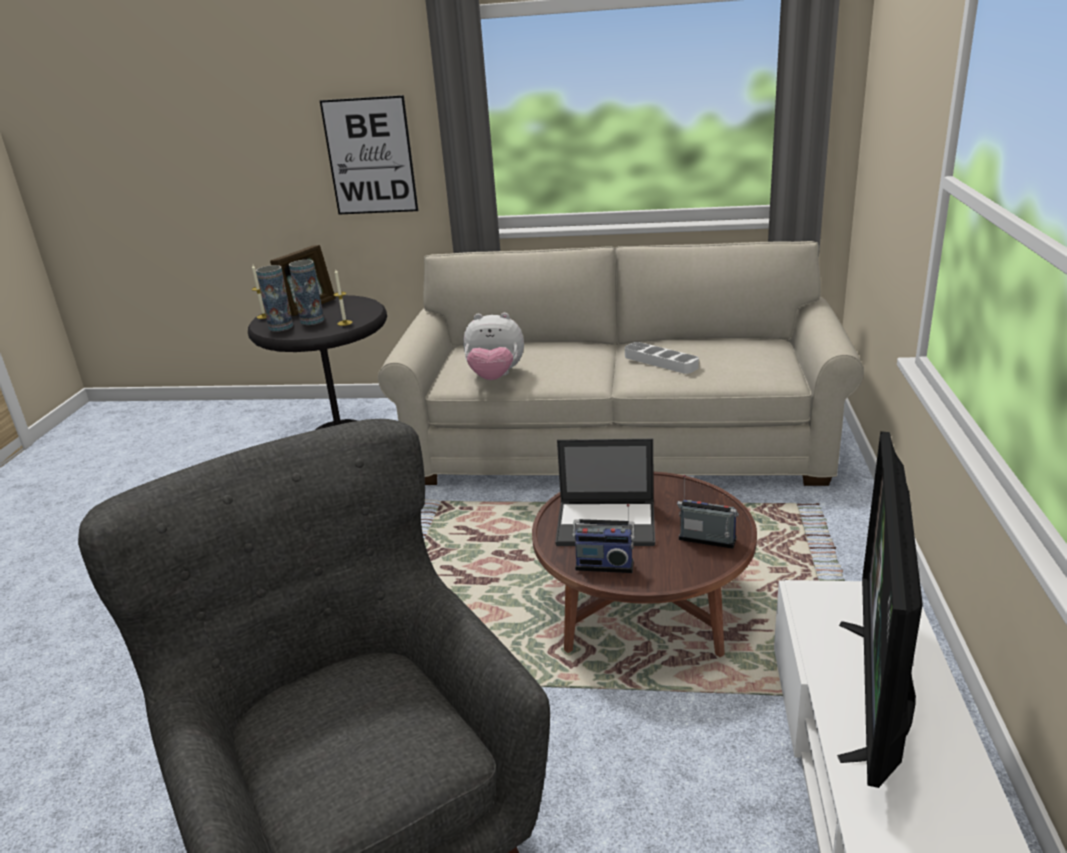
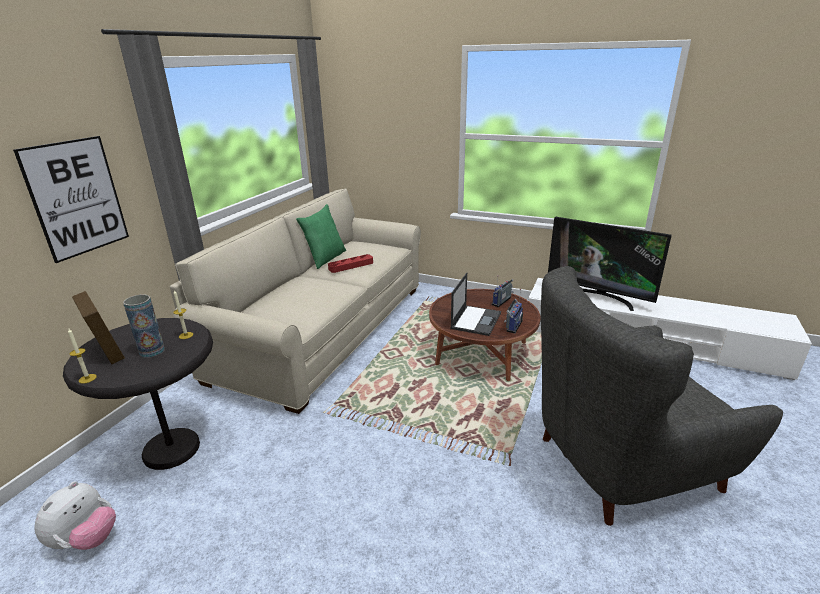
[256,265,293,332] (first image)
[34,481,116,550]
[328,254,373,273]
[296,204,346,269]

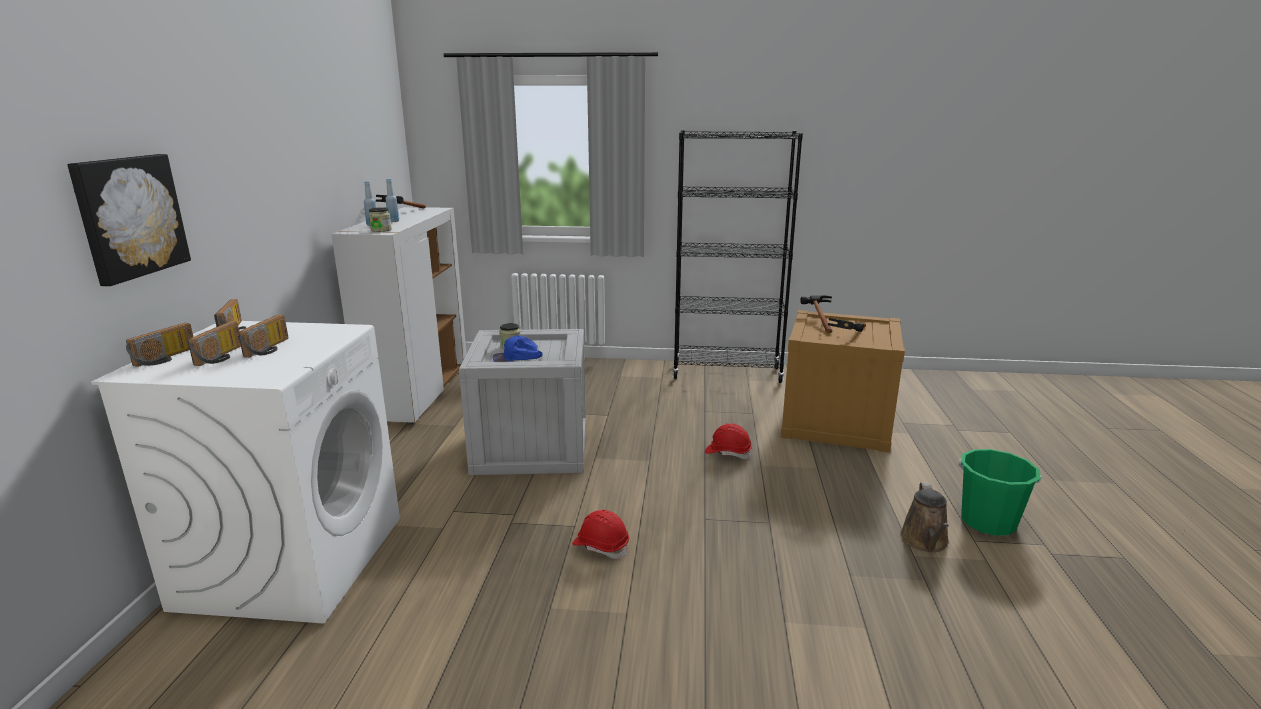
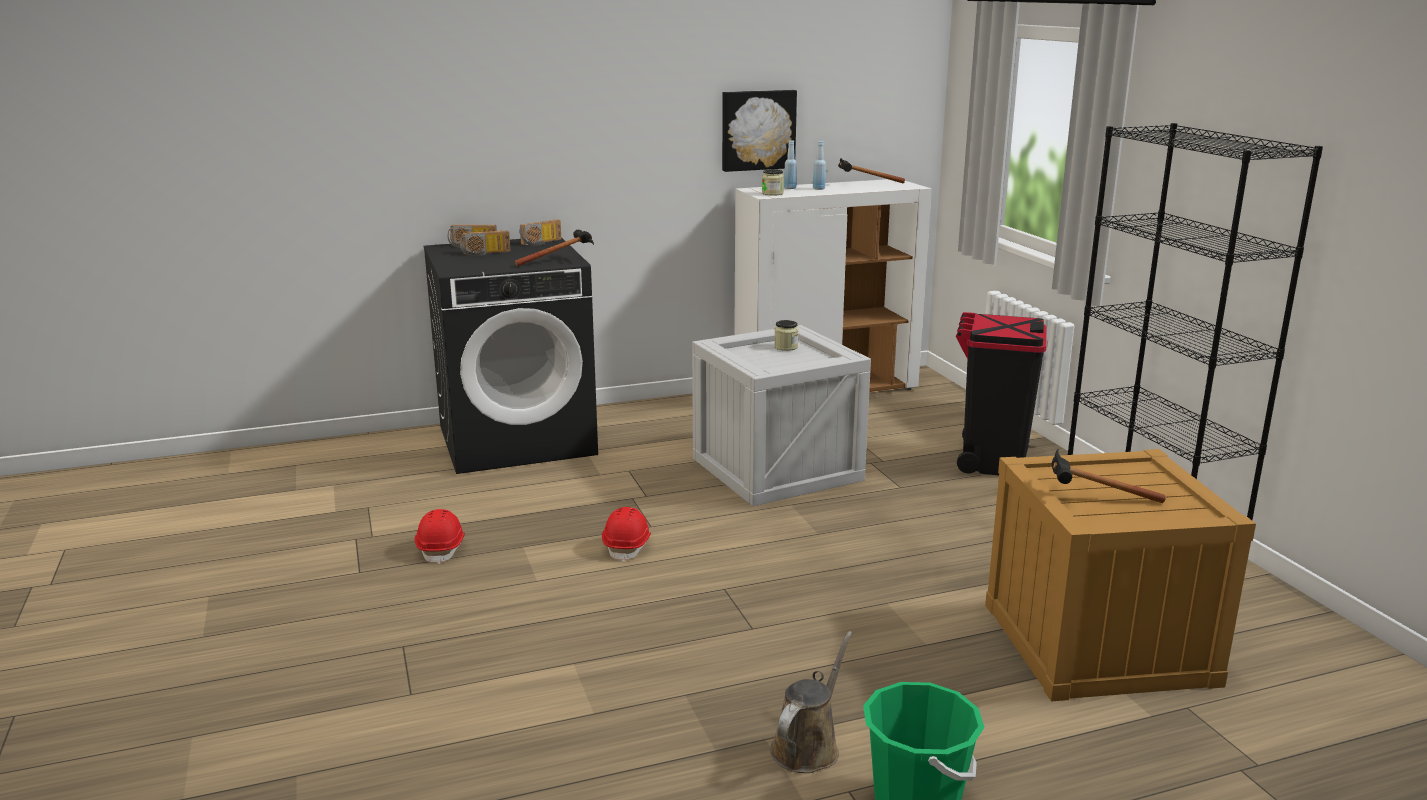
[722,90,797,172]
[424,237,598,474]
[238,314,289,357] (first image)
[492,335,543,362] (first image)
[415,509,465,564]
[515,230,594,266]
[770,631,852,773]
[956,312,1047,476]

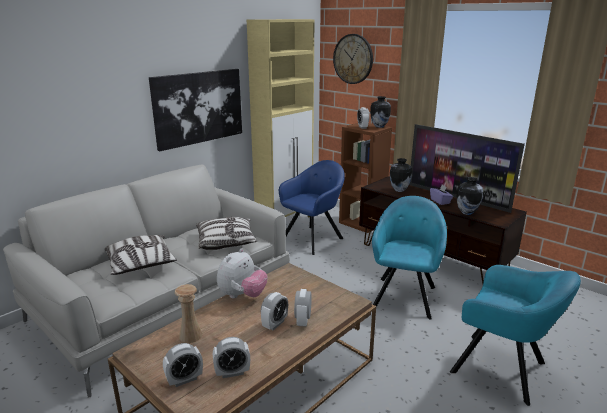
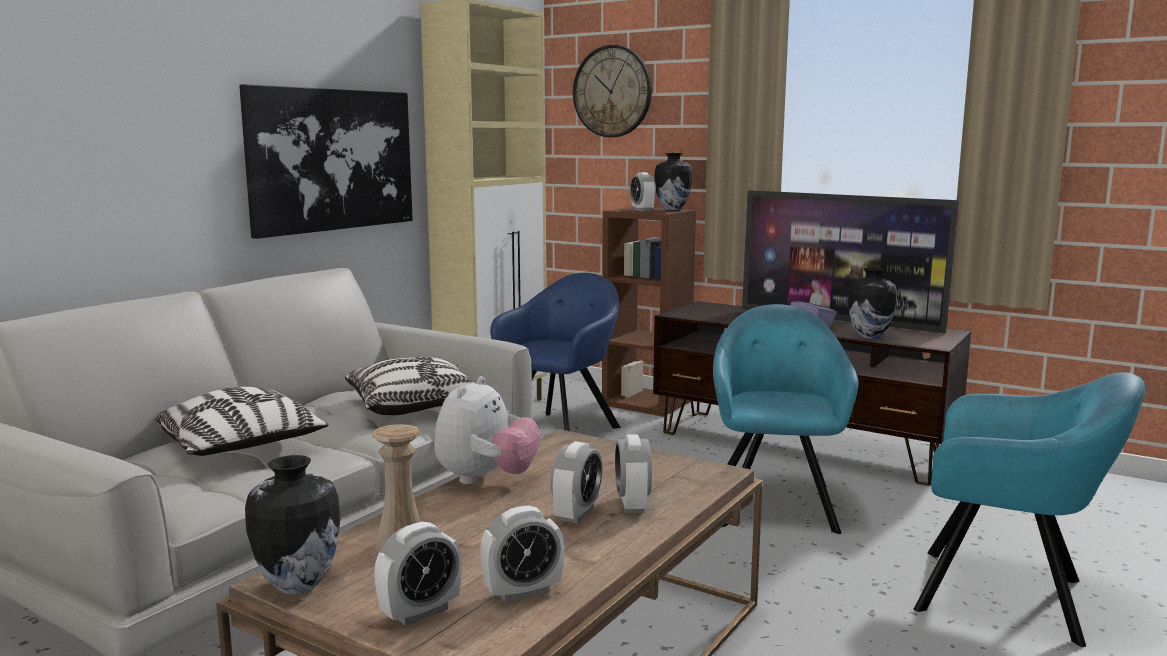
[245,455,340,595]

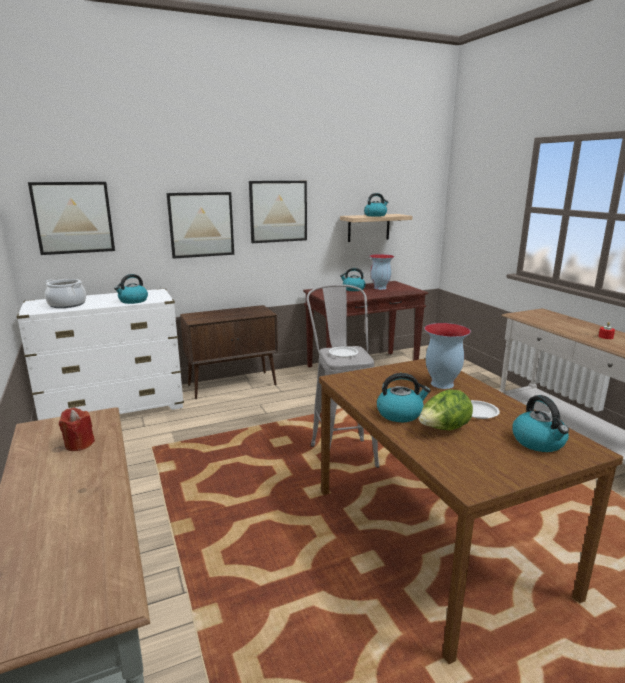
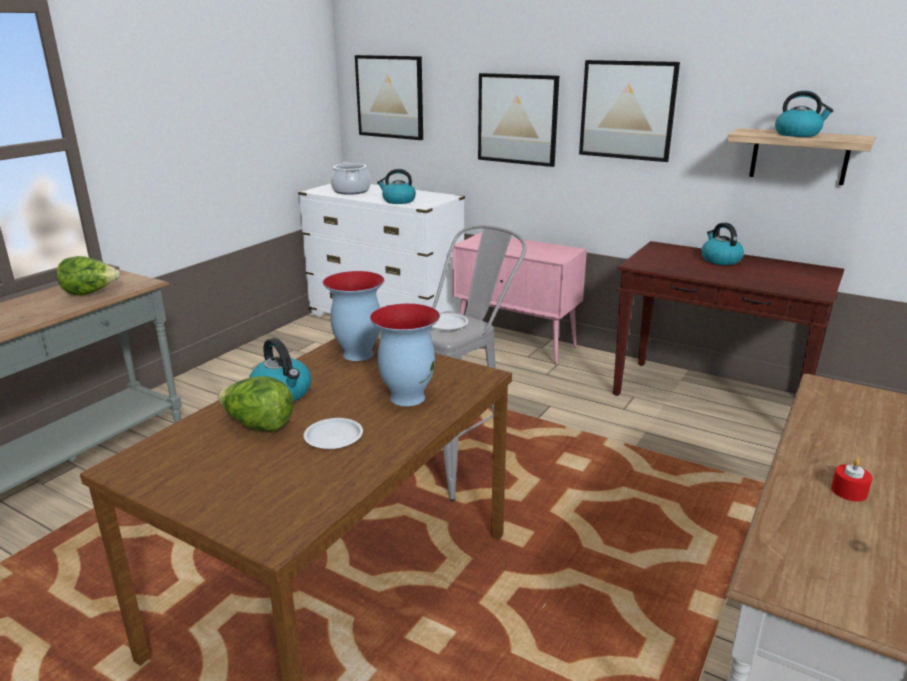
[57,256,120,295]
[452,233,587,366]
[322,271,385,361]
[512,395,569,452] (first image)

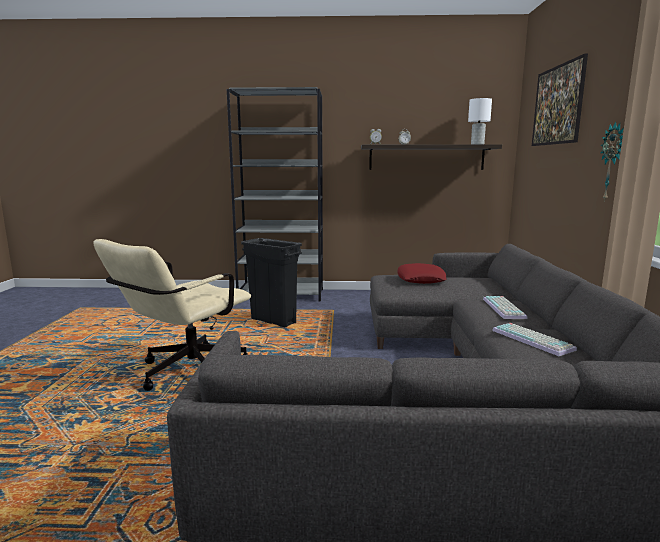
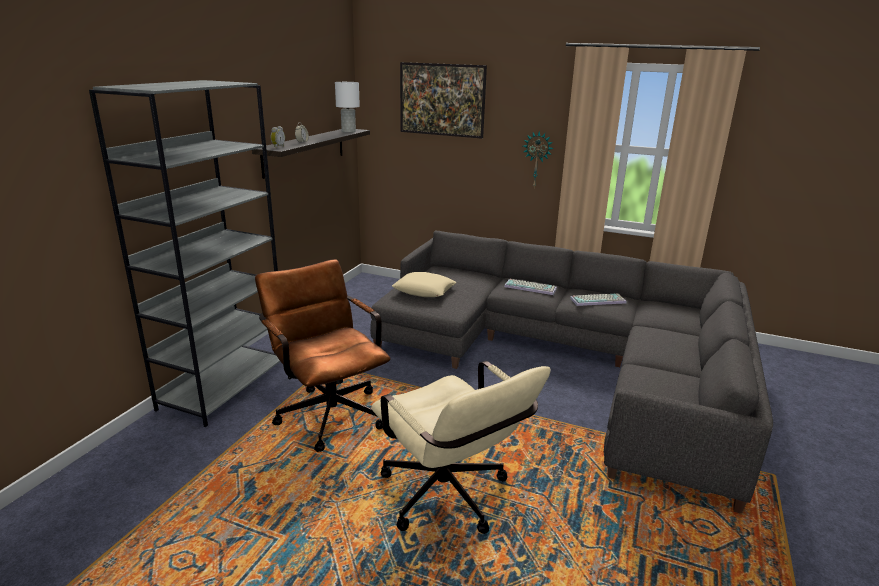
[255,259,391,452]
[392,272,456,297]

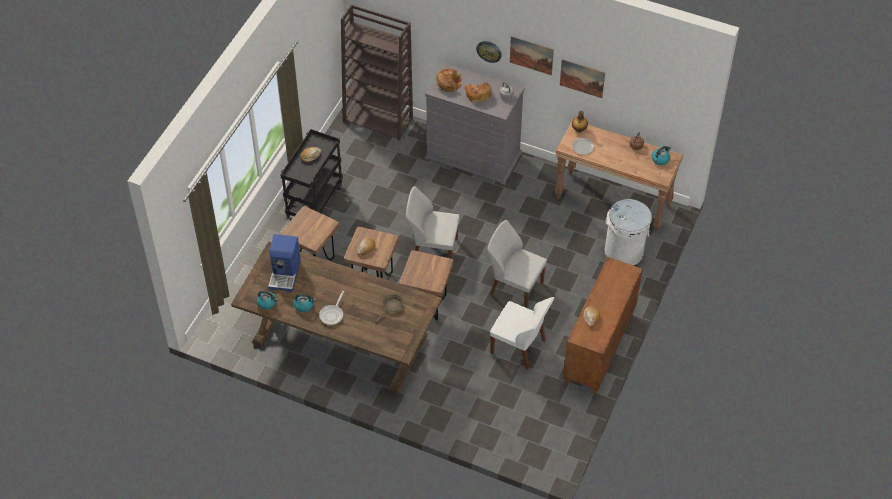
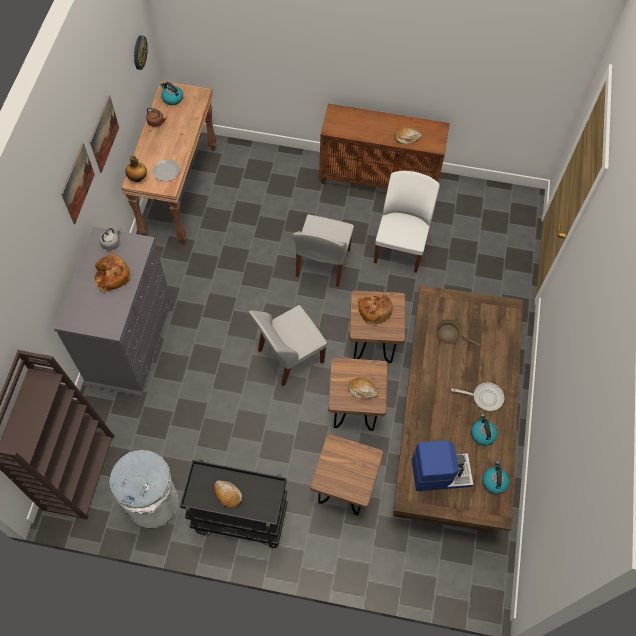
[249,305,327,386]
[357,294,393,324]
[134,35,148,70]
[109,450,179,529]

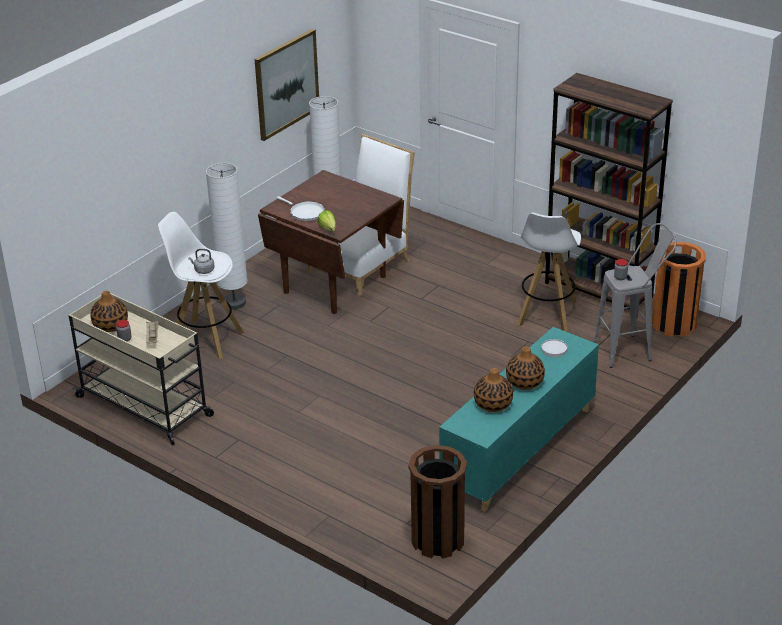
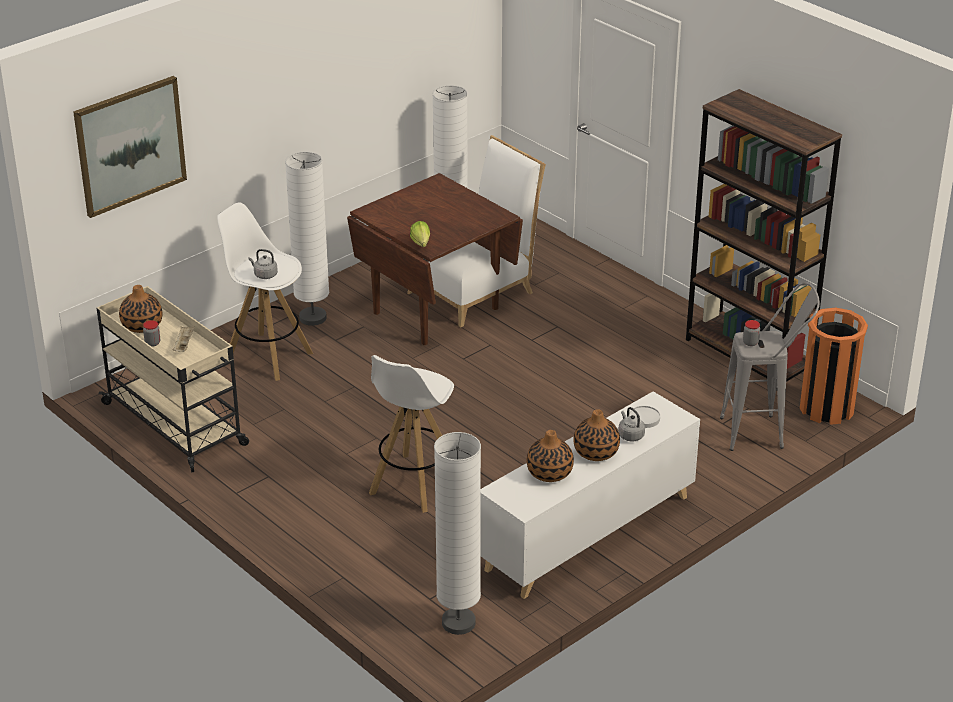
[73,76,187,218]
[277,196,325,221] (first image)
[434,432,481,635]
[480,391,700,599]
[369,355,454,513]
[618,407,645,442]

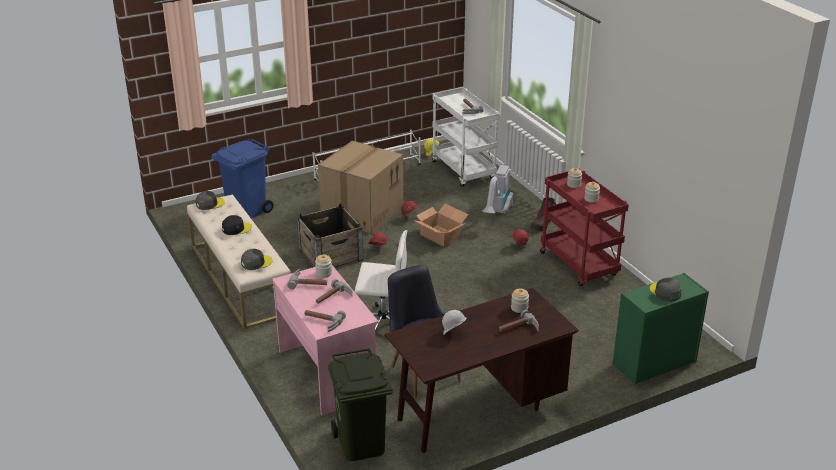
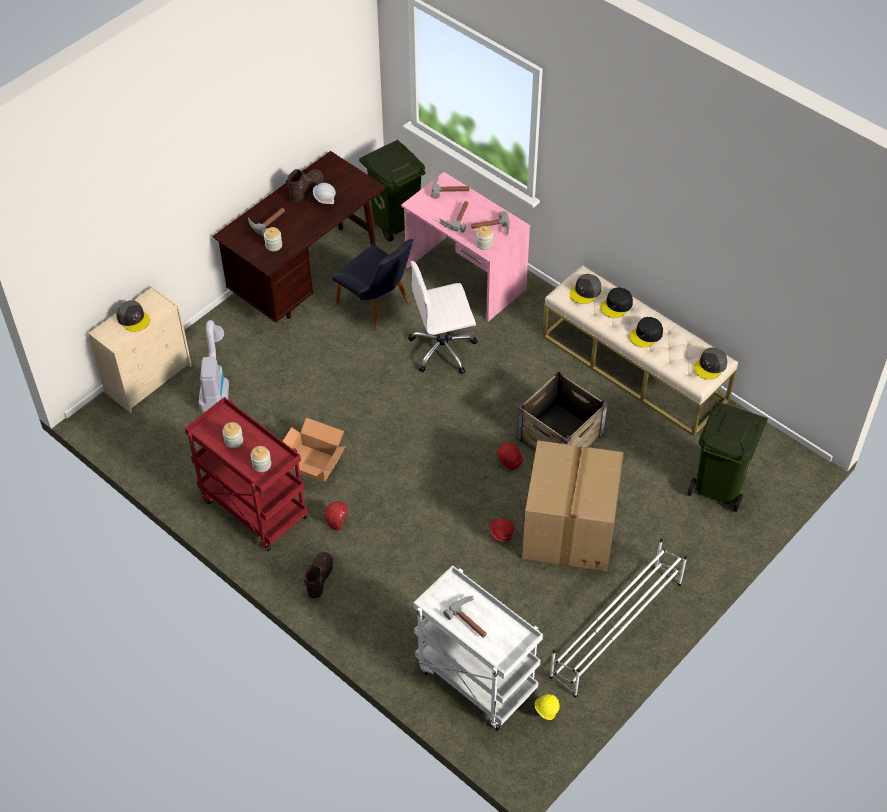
[687,401,768,512]
[283,418,345,483]
[199,320,229,412]
[88,286,192,413]
[286,169,324,202]
[601,287,633,318]

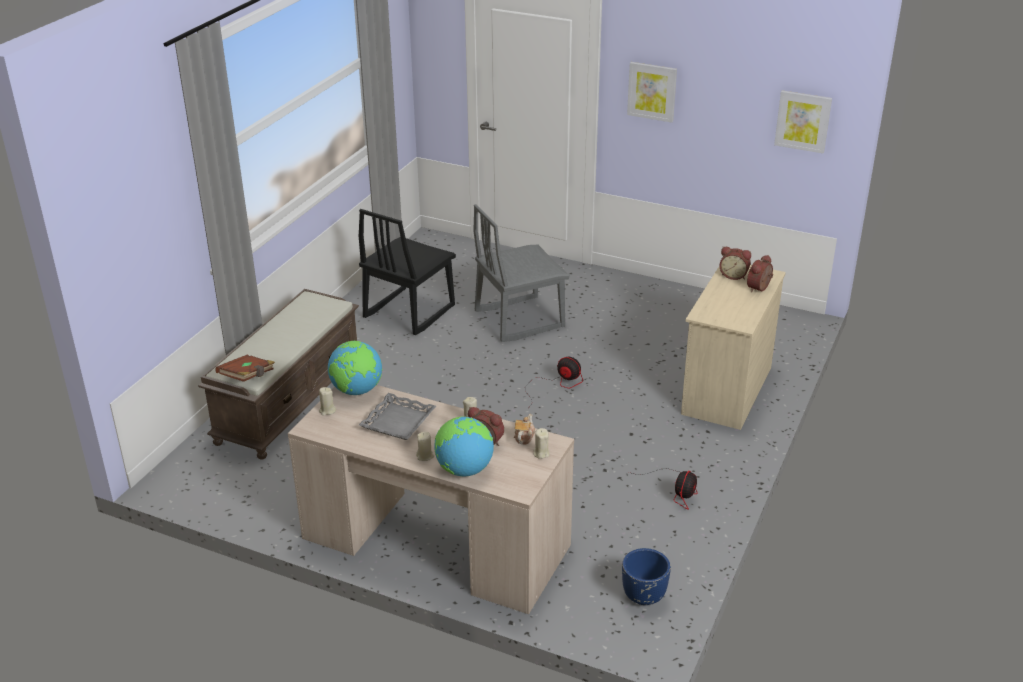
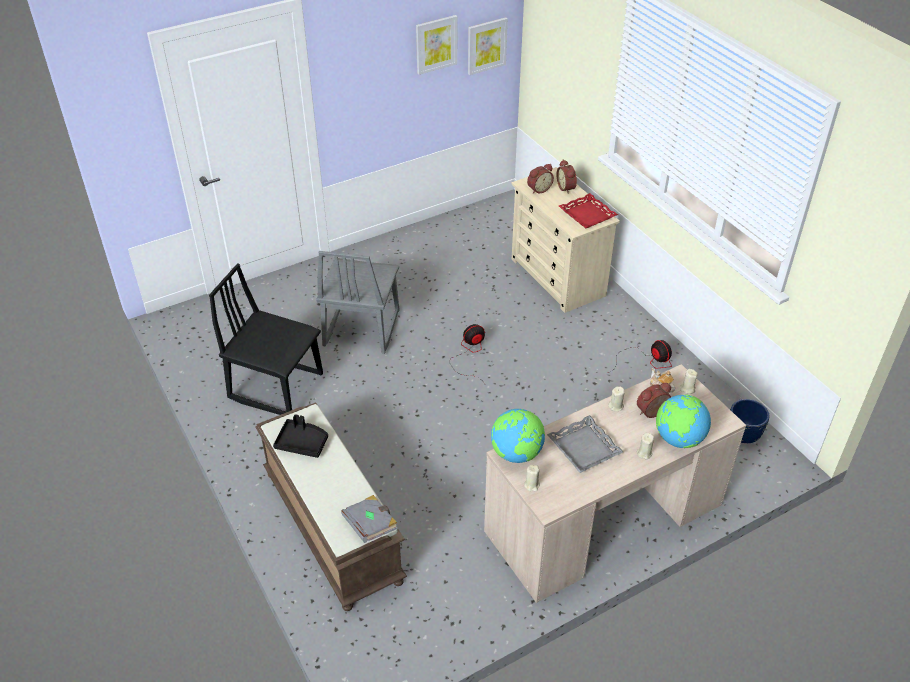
[341,495,398,543]
[209,263,323,415]
[416,15,457,75]
[273,414,328,458]
[559,193,618,228]

